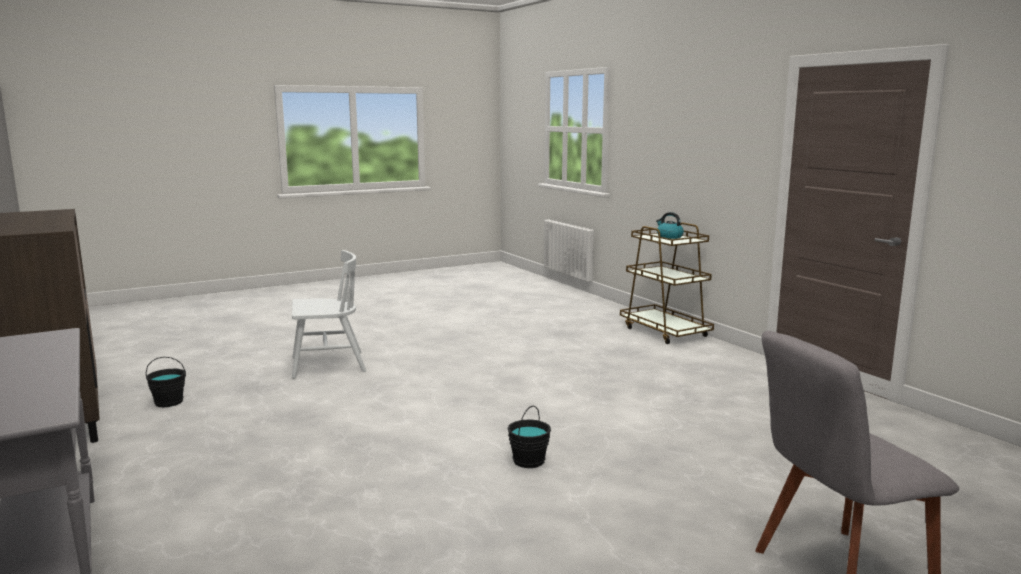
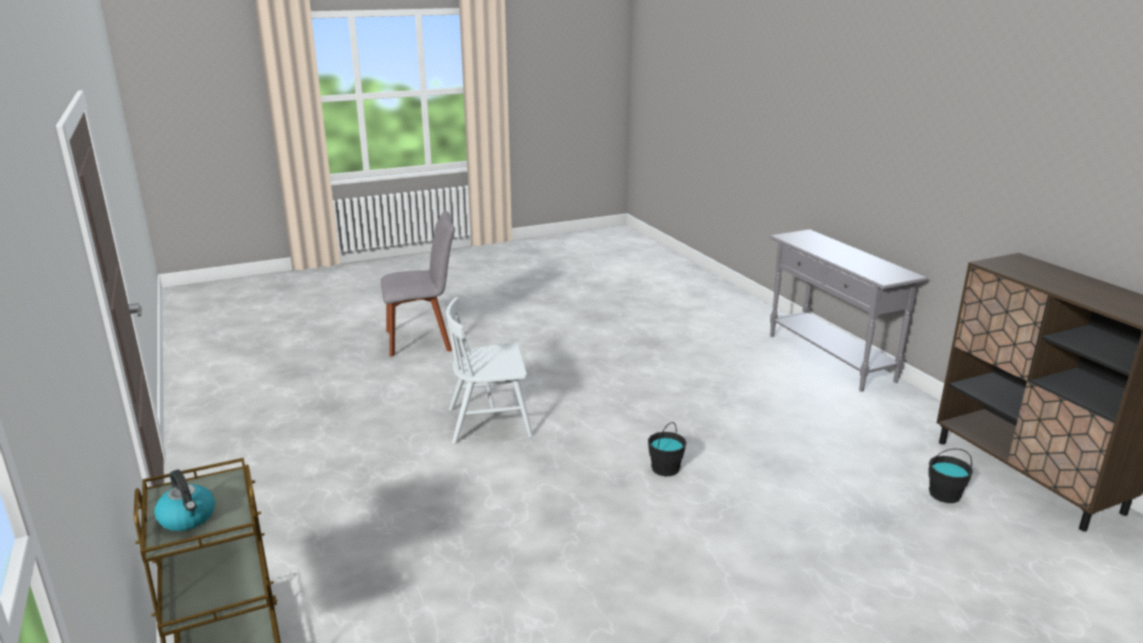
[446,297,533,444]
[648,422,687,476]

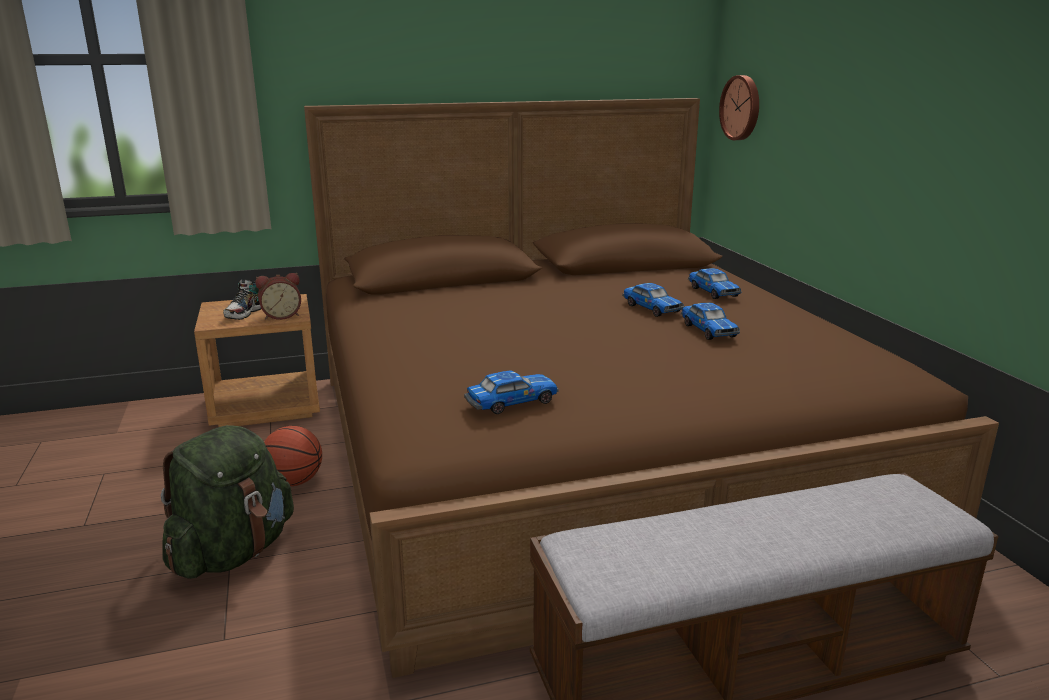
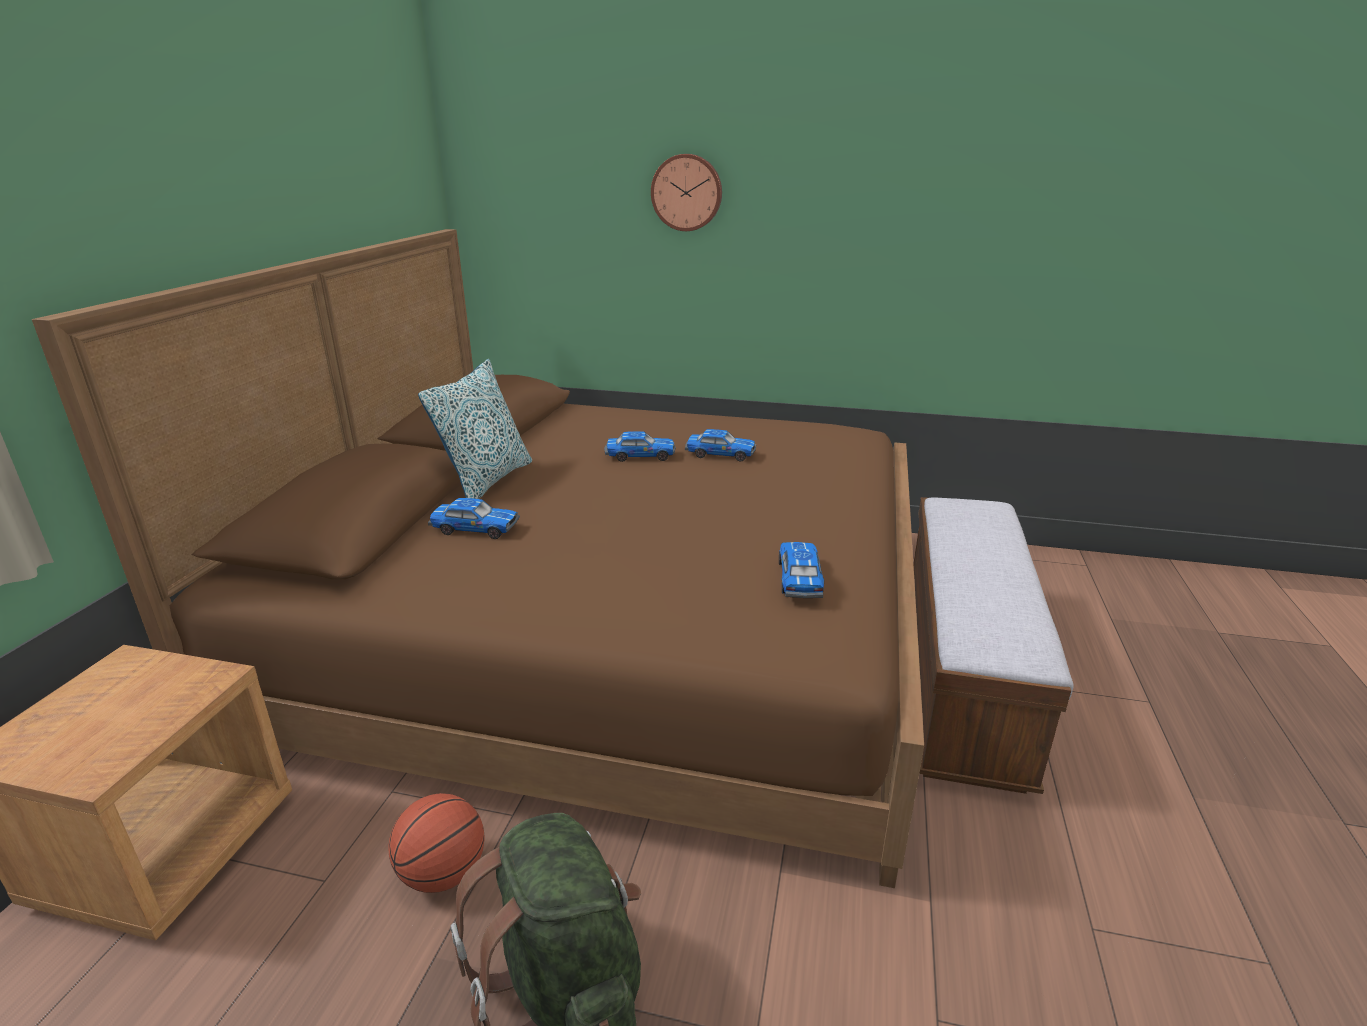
[223,279,261,320] (first image)
[255,273,301,320] (first image)
[428,498,520,539]
[651,154,722,231]
[418,359,532,499]

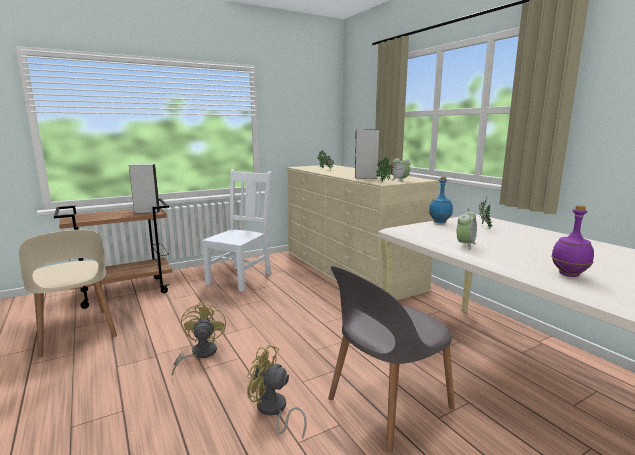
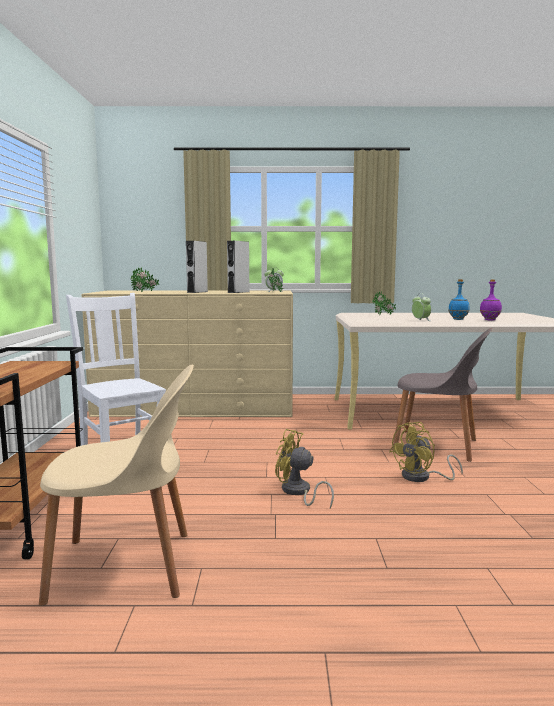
[186,241,208,293]
[392,328,492,462]
[448,279,470,320]

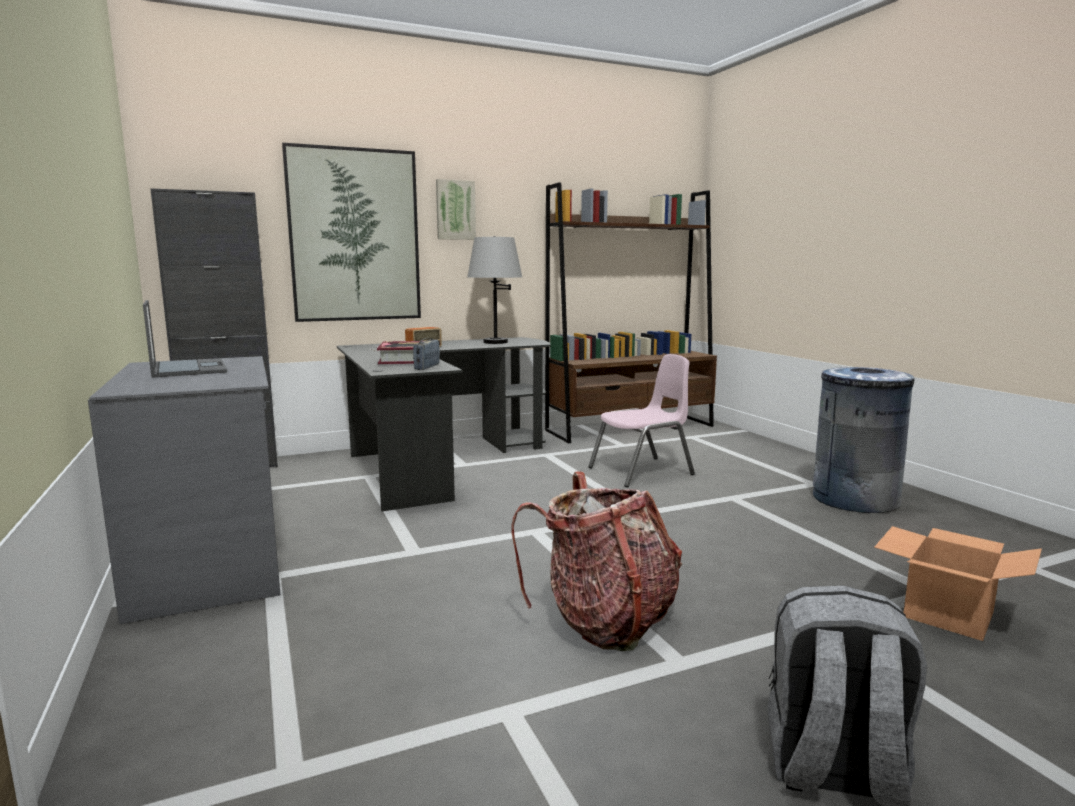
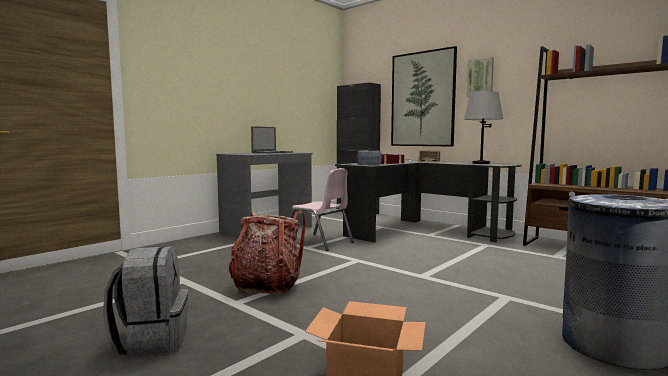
[291,168,354,251]

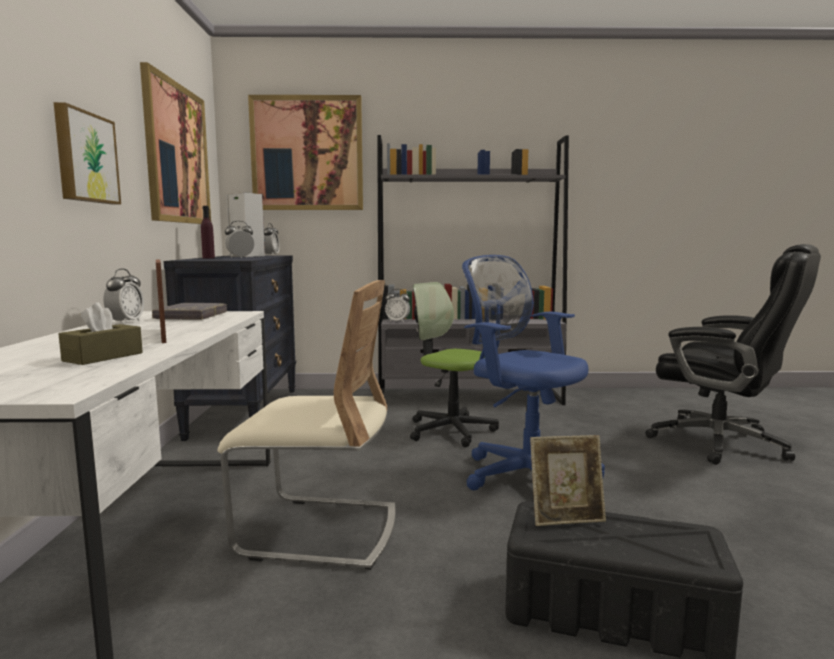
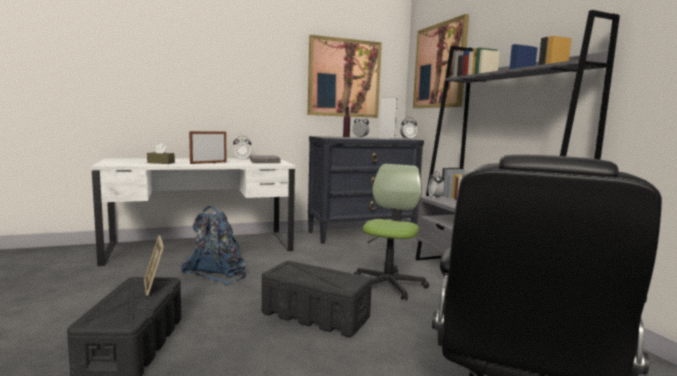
[54,102,121,204] (first image)
[181,206,247,285]
[262,261,372,337]

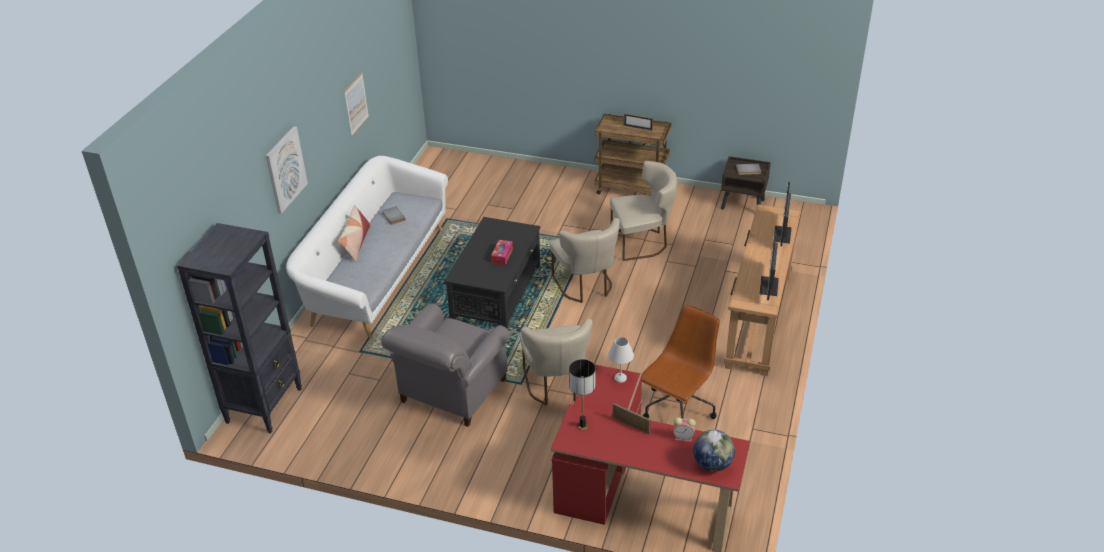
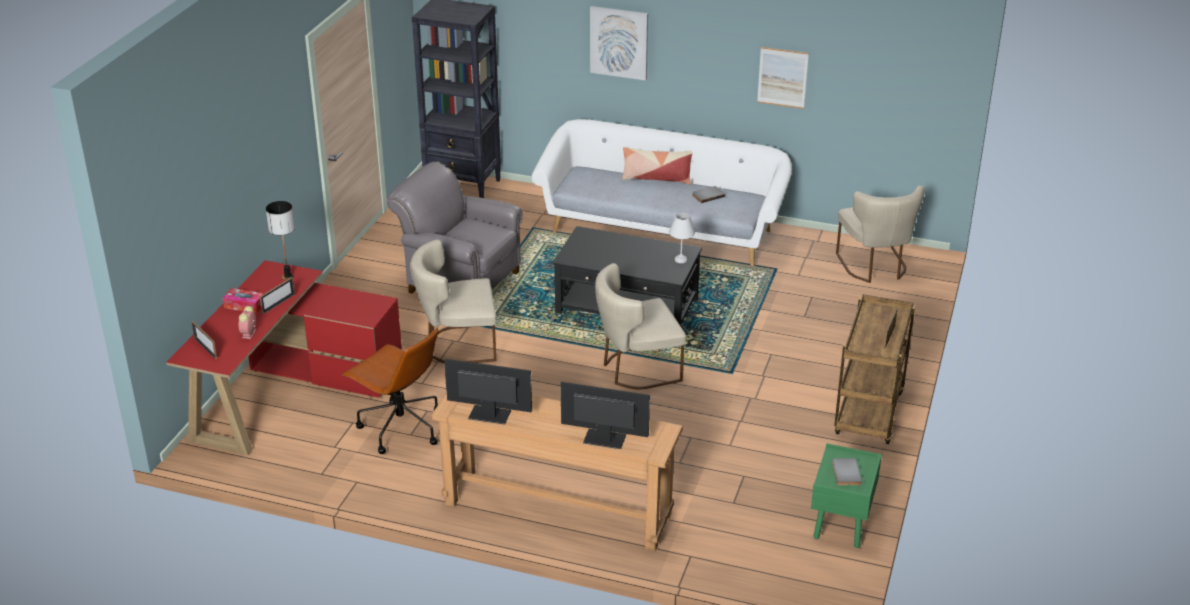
[223,288,264,313]
[669,213,695,263]
[836,185,925,283]
[191,321,217,359]
[811,443,882,548]

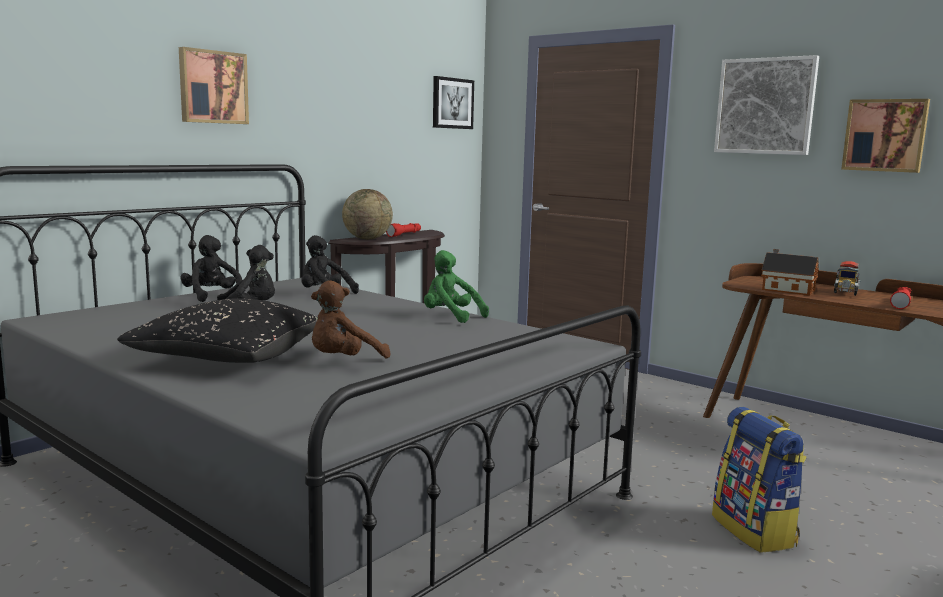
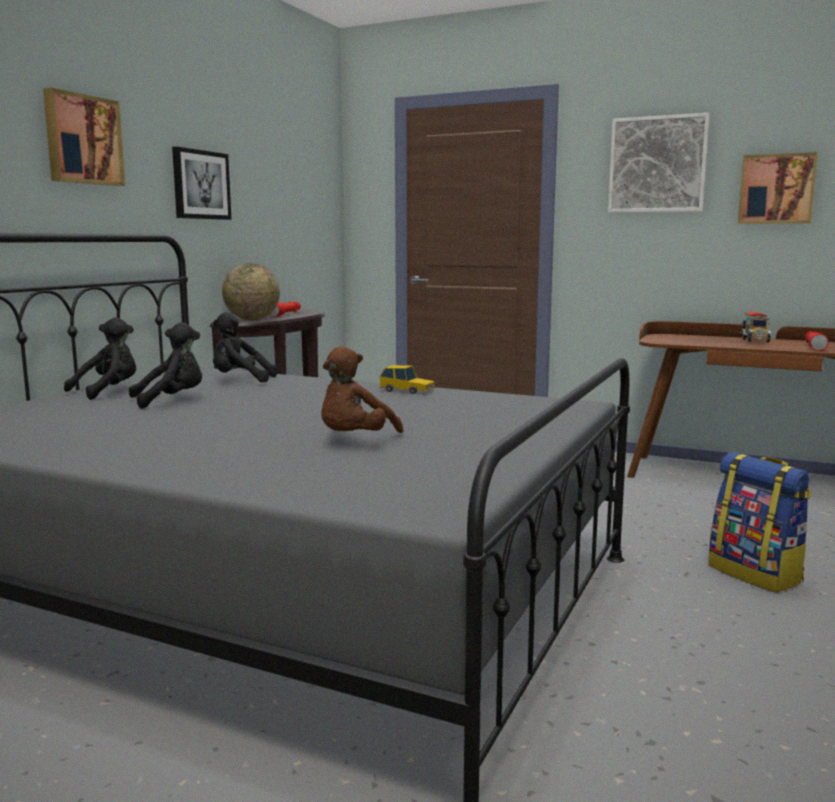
[117,298,317,363] (first image)
[64,317,136,400]
[379,365,436,394]
[172,147,231,220]
[761,249,819,296] (first image)

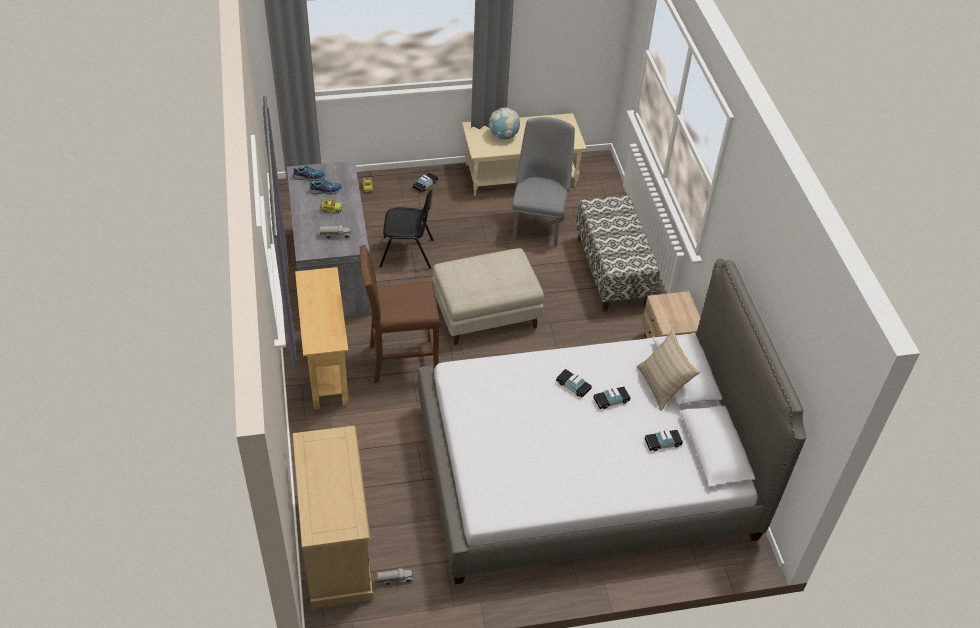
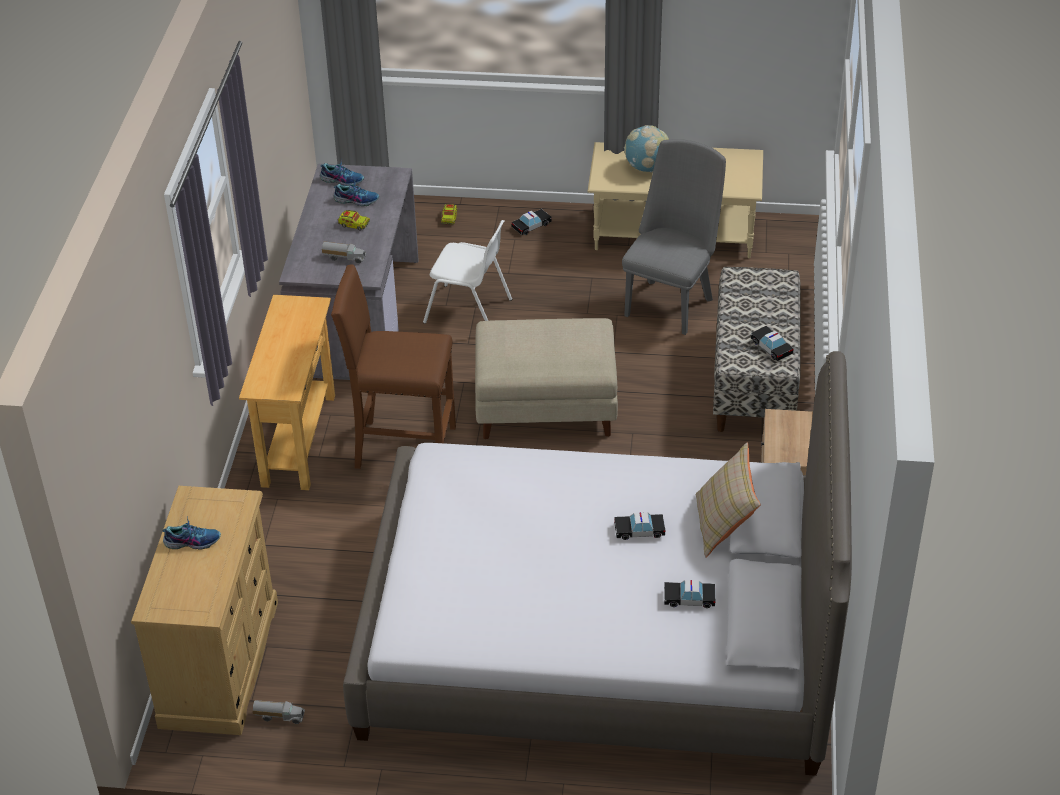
[423,220,512,324]
[750,326,794,361]
[162,517,221,550]

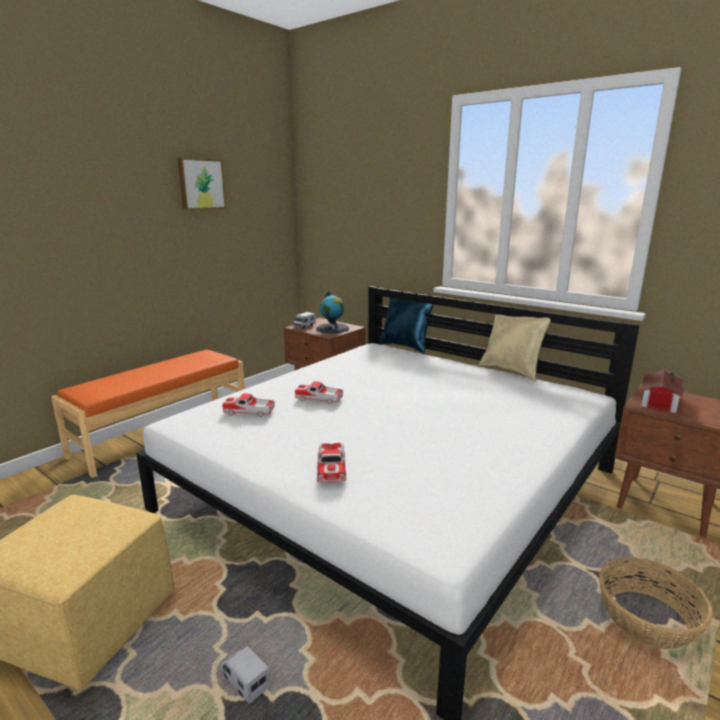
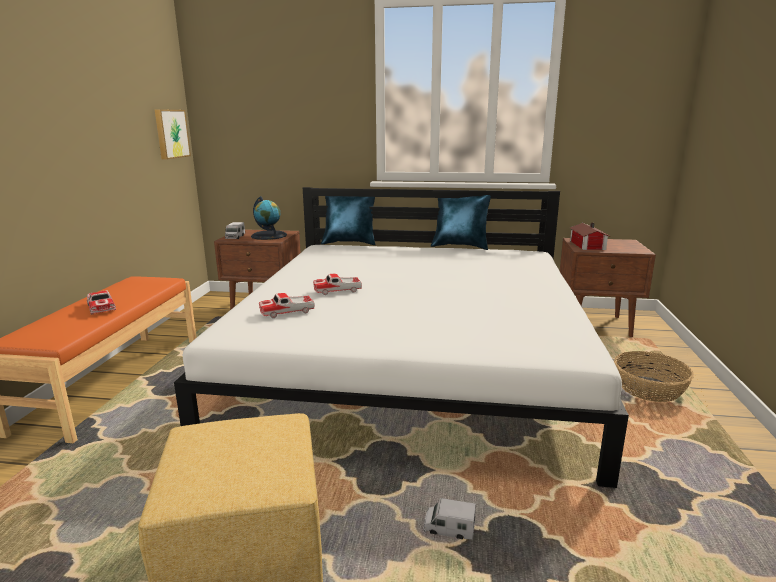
[155,109,191,160]
[87,290,116,315]
[431,195,491,250]

